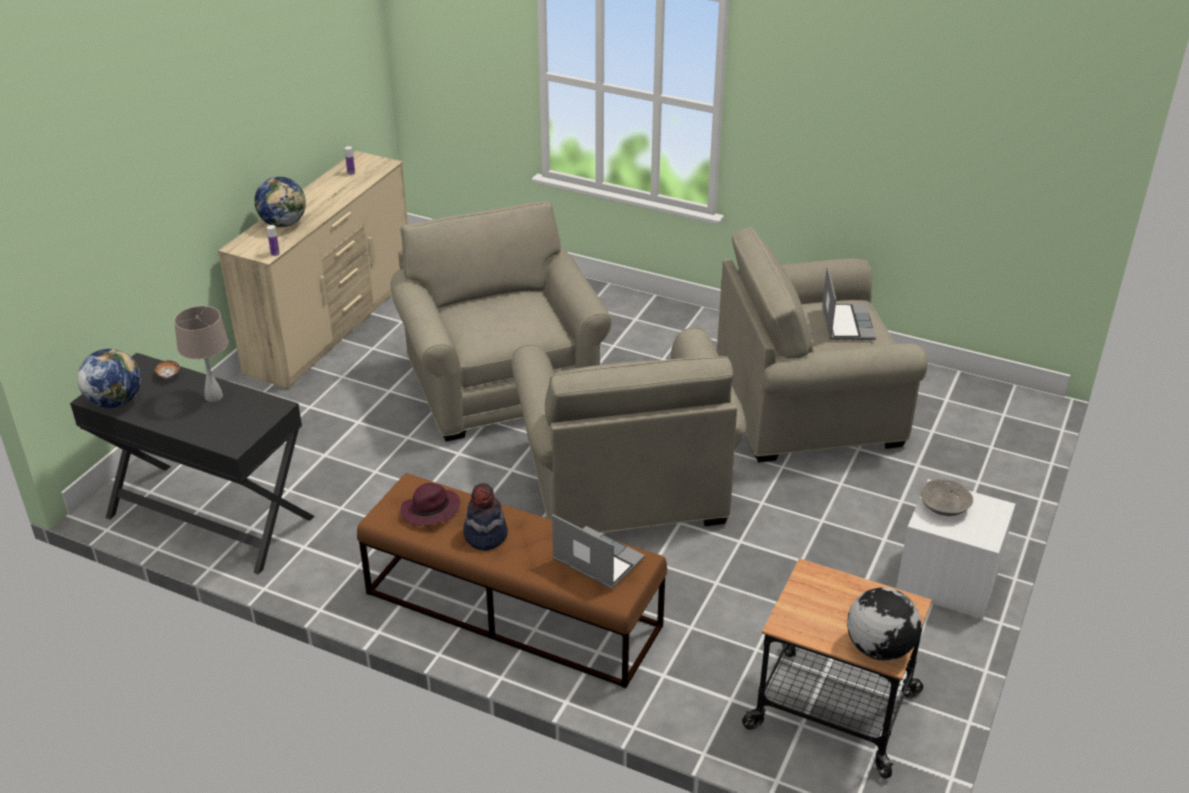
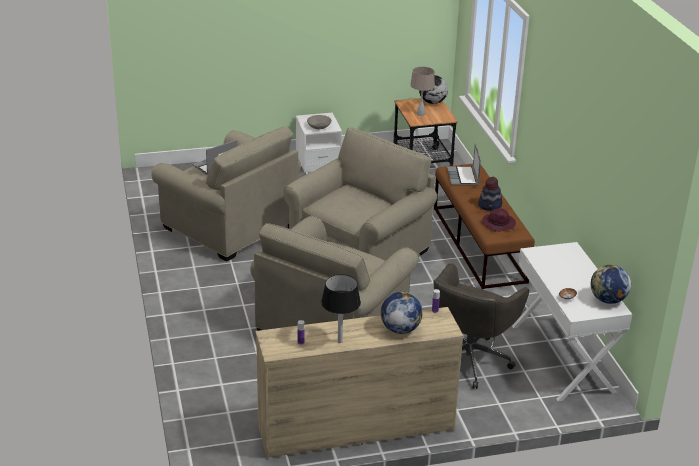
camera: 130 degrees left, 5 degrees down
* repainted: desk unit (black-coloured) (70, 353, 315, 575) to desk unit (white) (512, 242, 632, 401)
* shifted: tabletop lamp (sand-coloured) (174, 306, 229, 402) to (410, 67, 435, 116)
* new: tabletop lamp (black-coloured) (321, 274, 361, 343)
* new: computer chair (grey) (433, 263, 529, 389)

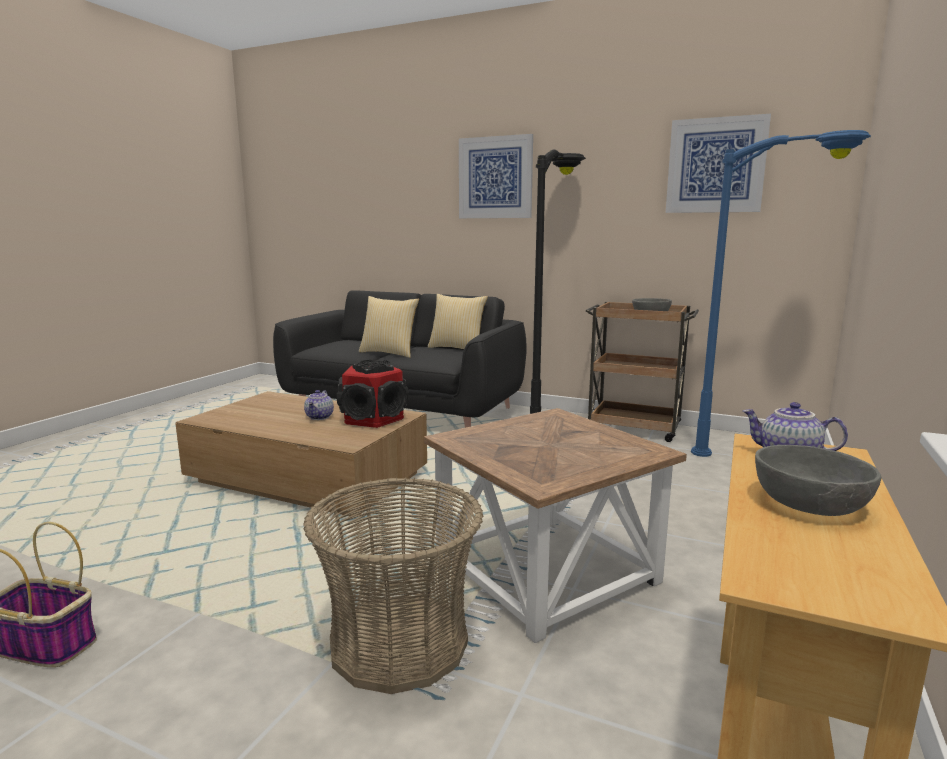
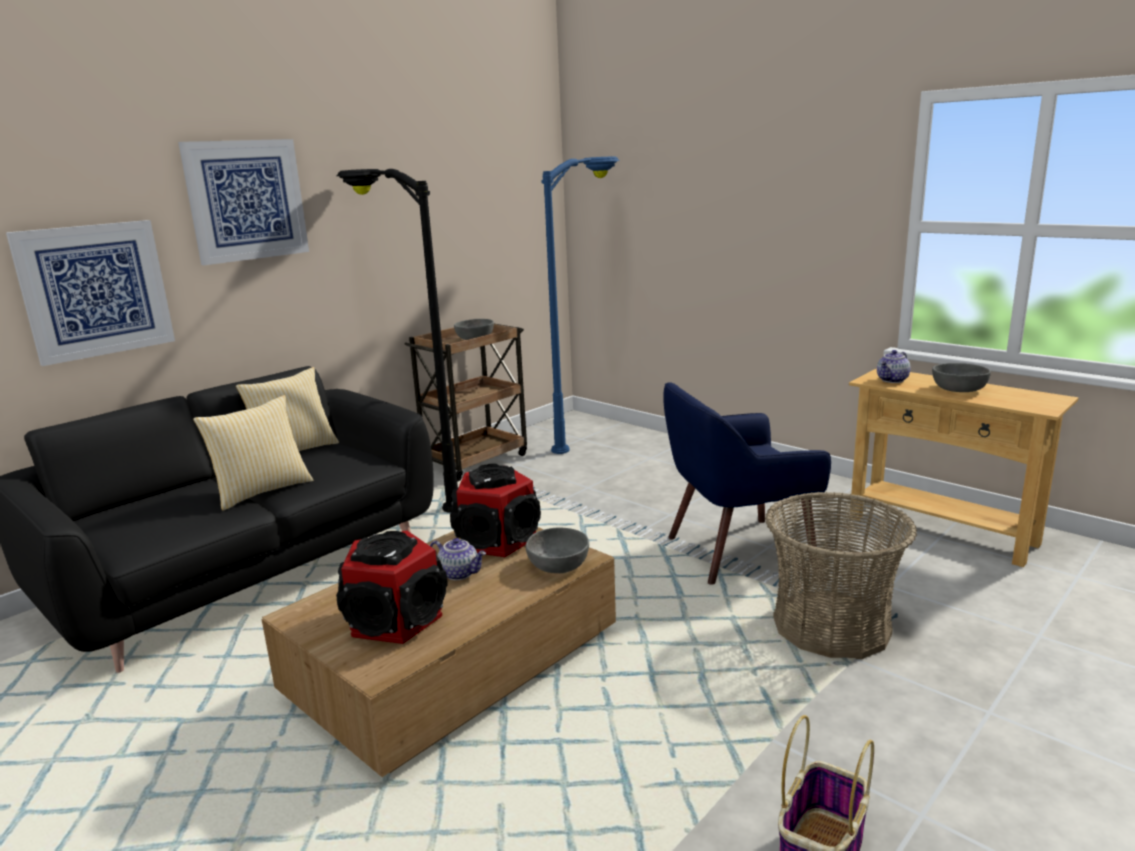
camera: 70 degrees left, 5 degrees up
* swapped: accent table (brownish) (424, 408, 687, 643) to lounge chair (blue-coloured) (663, 382, 831, 585)
* shifted: picture (666, 114, 771, 213) to (6, 220, 175, 366)
* new: speaker (336, 531, 448, 644)
* new: bowl (grey) (526, 527, 589, 573)

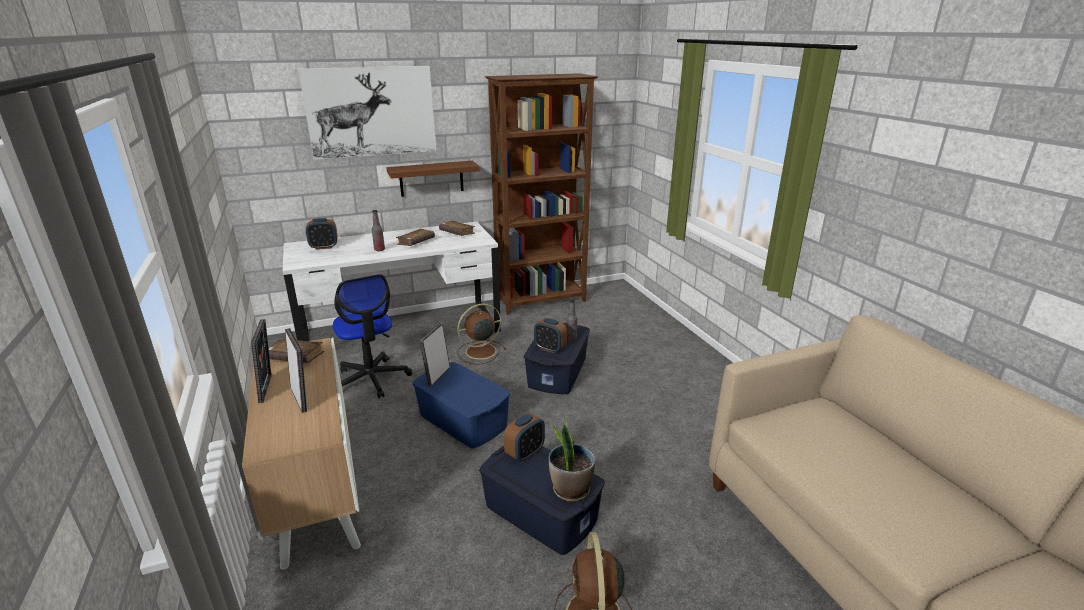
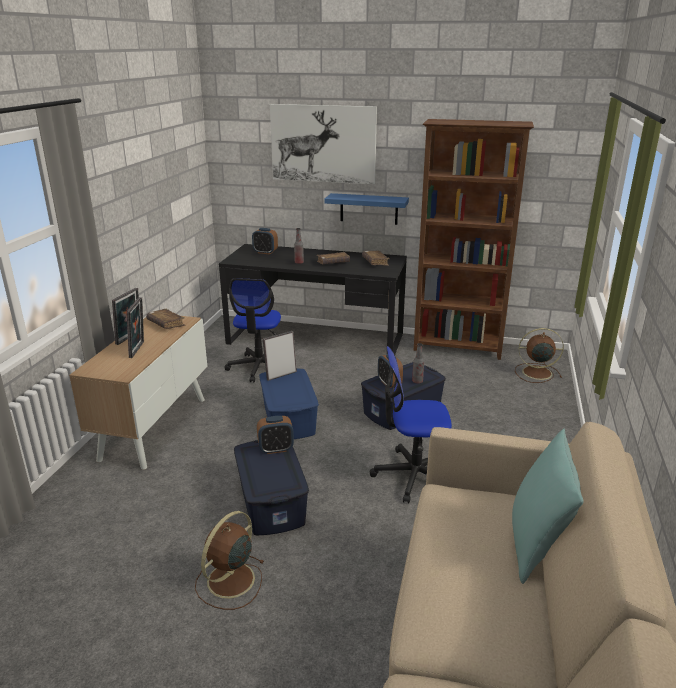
camera: 35 degrees right, 0 degrees up
* repainted: desk unit (white) (283, 222, 501, 341) to desk unit (black-coloured) (219, 244, 407, 355)
* repainted: bracket shelf (brownish) (386, 161, 480, 197) to bracket shelf (blue-coloured) (324, 193, 409, 225)
* shifted: cooling fan (brownish) (457, 304, 506, 365) to (515, 328, 564, 383)
* gone: houseplant (549, 413, 596, 502)
* new: computer chair (370, 346, 452, 503)
* new: pillow (turquoise-coloured) (512, 429, 584, 584)

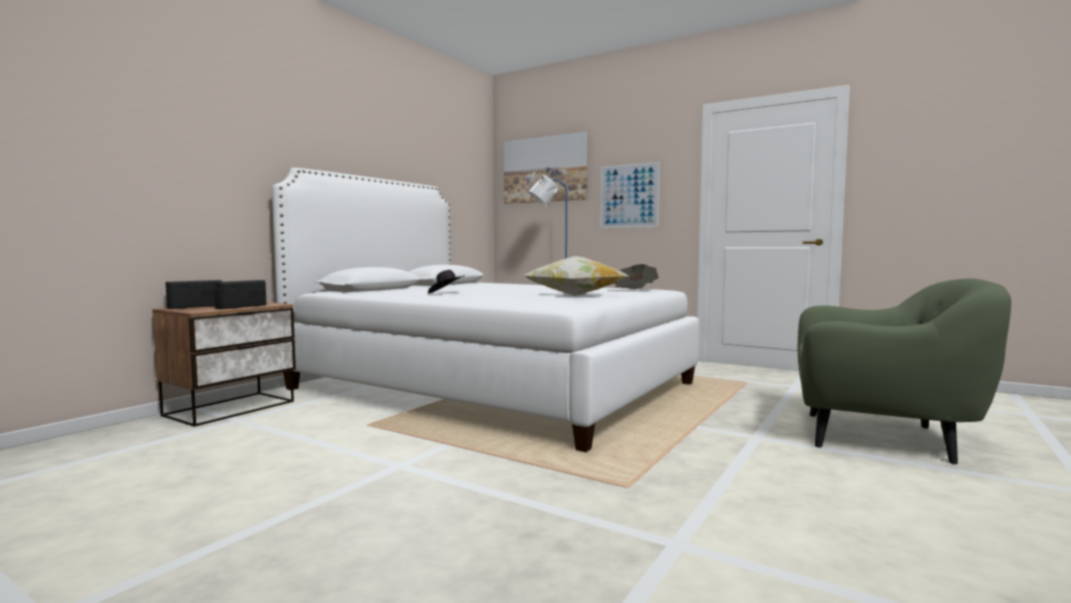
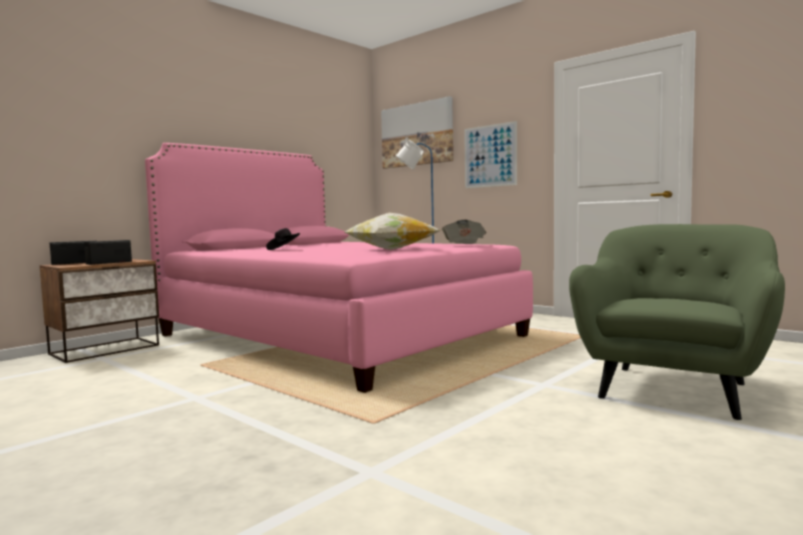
camera: 10 degrees right, 0 degrees up
* repainted: bedroom bed (white) (272, 168, 699, 452) to bedroom bed (pink-coloured) (145, 143, 533, 393)
* rotated: lounge chair (greenish) (798, 279, 1011, 464) = (569, 224, 785, 420) 90 degrees counterclockwise

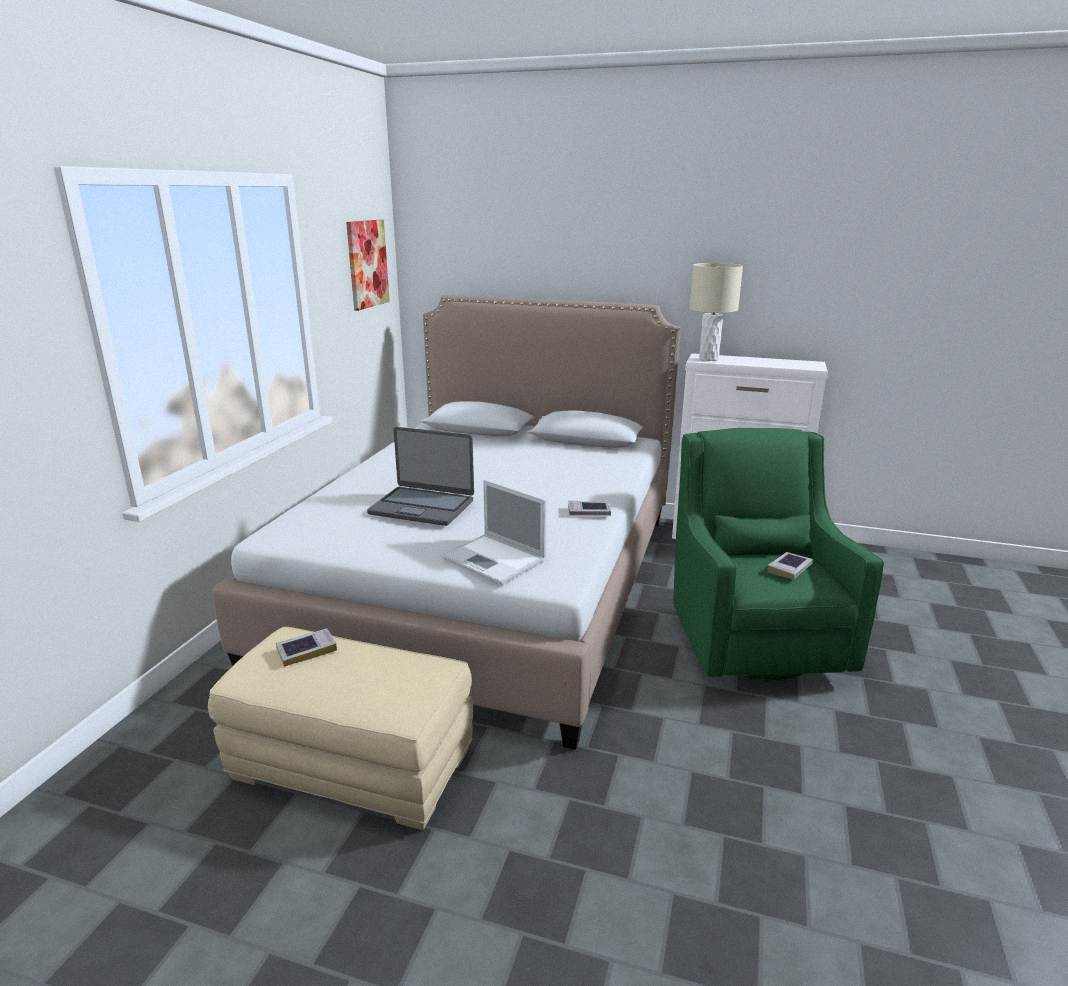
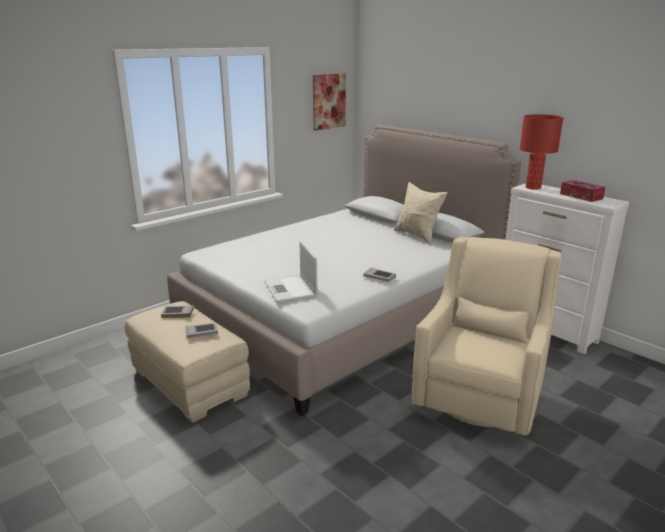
camera: 30 degrees right, 0 degrees up
* gone: notebook computer (367, 427, 474, 526)
* repainted: lounge chair (greenish) (673, 428, 884, 681) to lounge chair (sand-coloured) (411, 237, 562, 436)
* repainted: tabletop lamp (sand-coloured) (689, 263, 743, 361) to tabletop lamp (red) (520, 114, 563, 190)
* shifted: bound book (767, 552, 813, 579) to (185, 323, 218, 338)
* new: pillow (sand-coloured) (394, 182, 448, 245)
* new: tissue holder (560, 180, 605, 202)

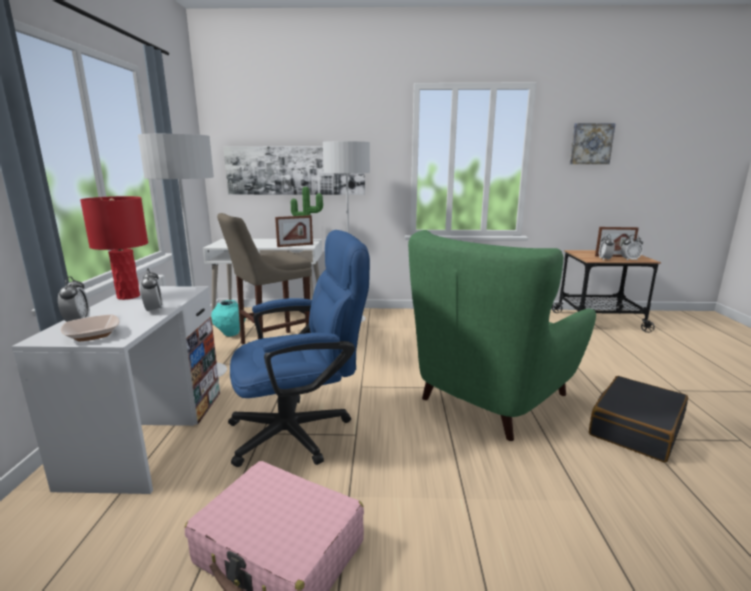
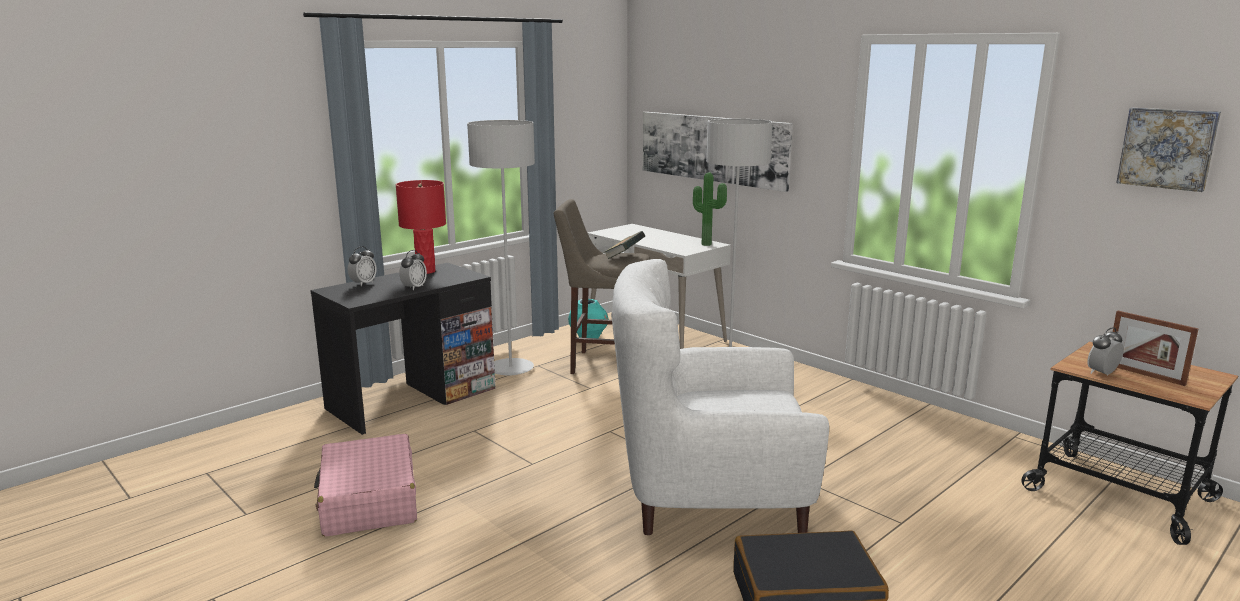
camera: 45 degrees right, 0 degrees up
* repainted: desk unit (white) (11, 286, 220, 494) to desk unit (black-coloured) (310, 263, 496, 435)
* gone: bowl (60, 314, 120, 341)
* gone: computer chair (blue-coloured) (228, 230, 370, 467)
* gone: photo frame (275, 215, 313, 247)
* repainted: lounge chair (greenish) (408, 230, 596, 441) to lounge chair (white) (611, 259, 829, 535)
* gone: table clock (621, 235, 643, 261)
* new: bound book (604, 231, 646, 259)

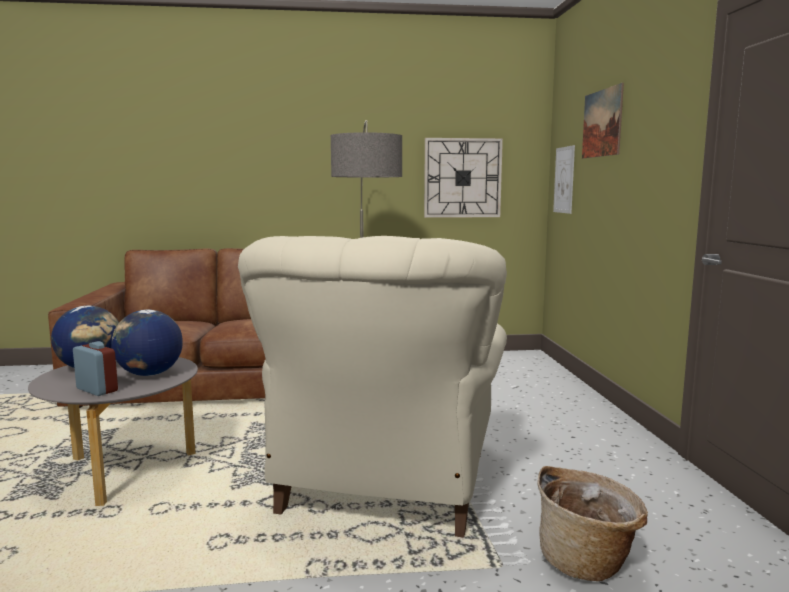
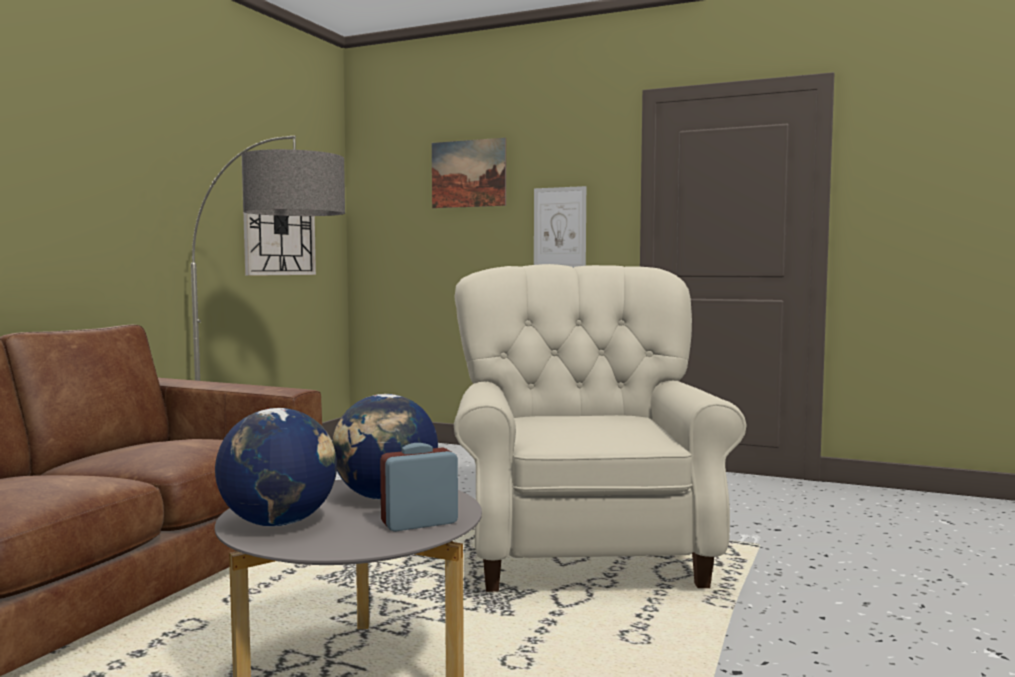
camera: 60 degrees left, 5 degrees down
* rotated: lounge chair (sand-coloured) (238, 236, 507, 538) = (454, 264, 746, 592) 135 degrees counterclockwise
* gone: basket (537, 466, 648, 581)
* shifted: picture (553, 145, 575, 214) to (534, 186, 586, 268)

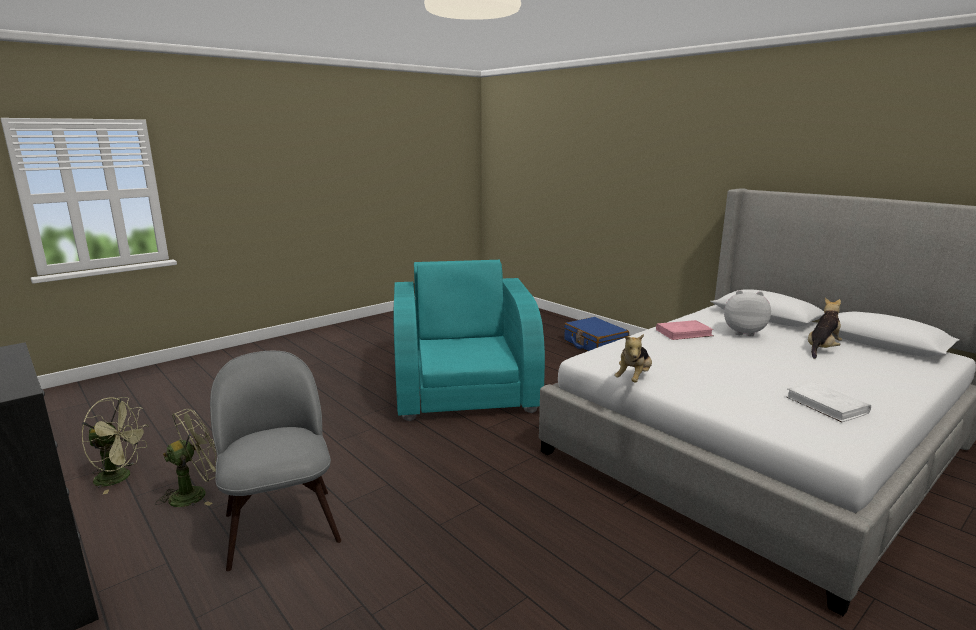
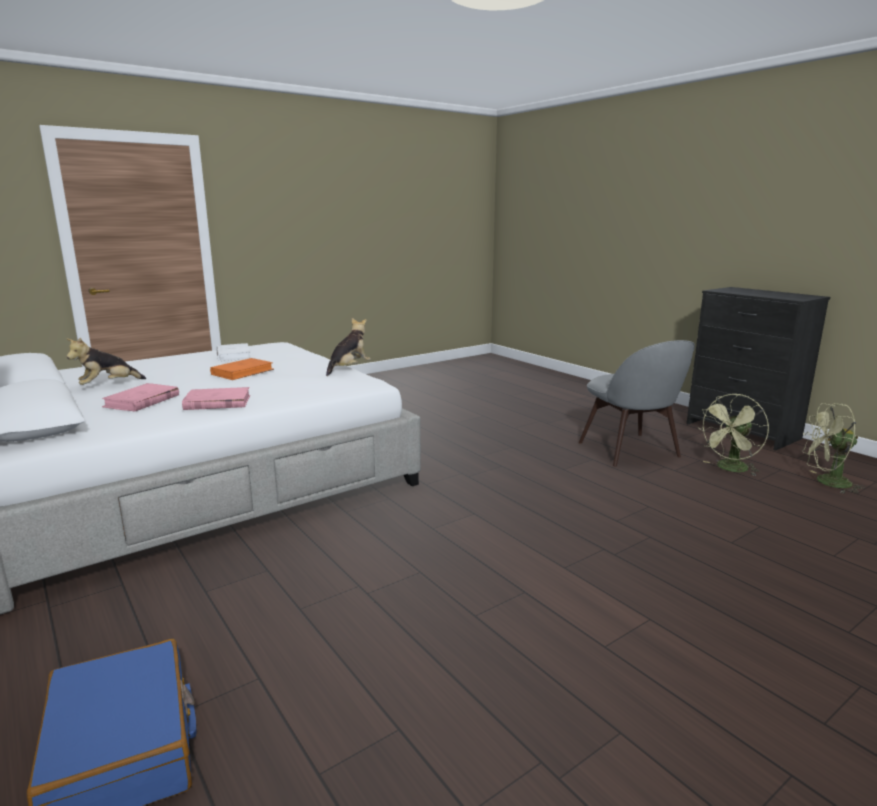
camera: 175 degrees left, 0 degrees up
* gone: lounge chair (turquoise-coloured) (393, 260, 545, 421)
* swapped: soft toy (724, 290, 771, 336) to bound book (pink-coloured) (102, 383, 179, 411)
* new: bound book (orange-coloured) (210, 358, 274, 380)

